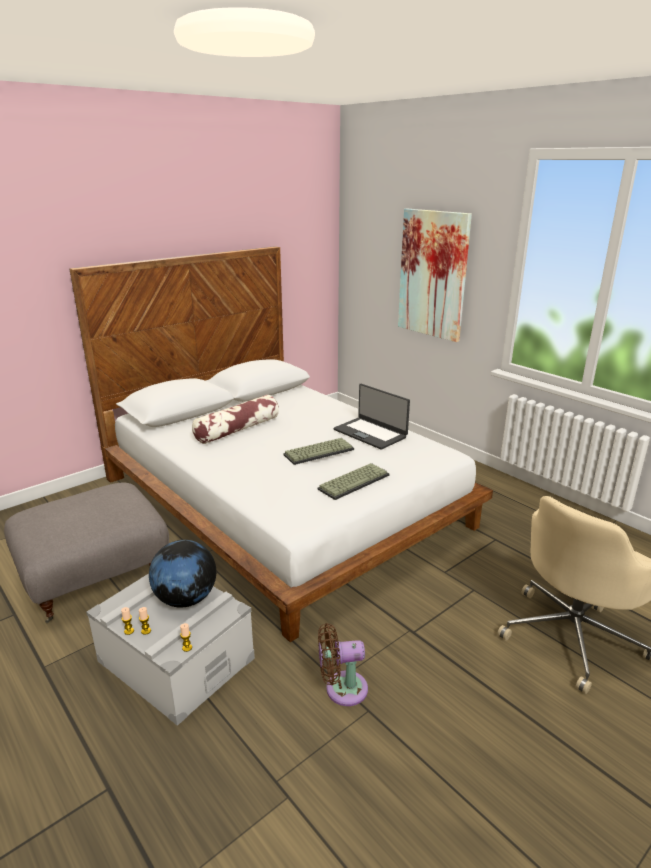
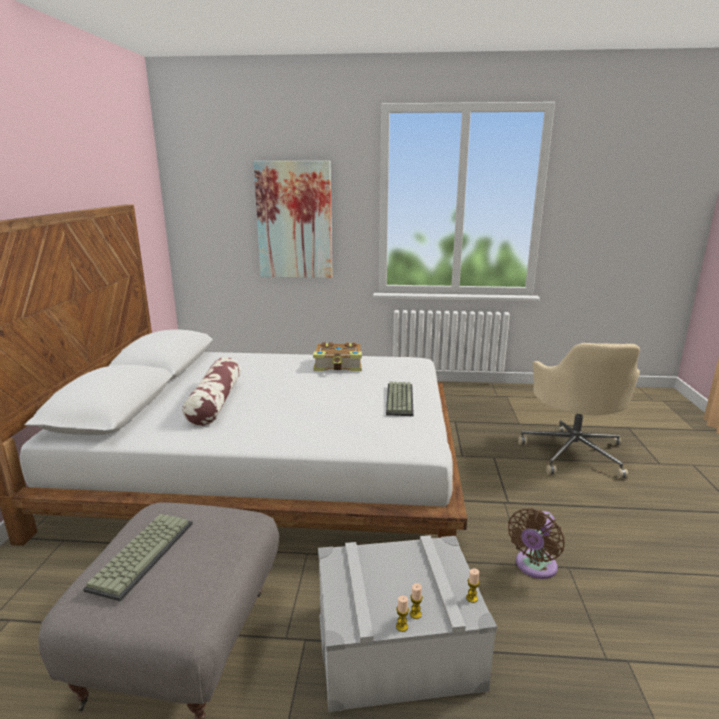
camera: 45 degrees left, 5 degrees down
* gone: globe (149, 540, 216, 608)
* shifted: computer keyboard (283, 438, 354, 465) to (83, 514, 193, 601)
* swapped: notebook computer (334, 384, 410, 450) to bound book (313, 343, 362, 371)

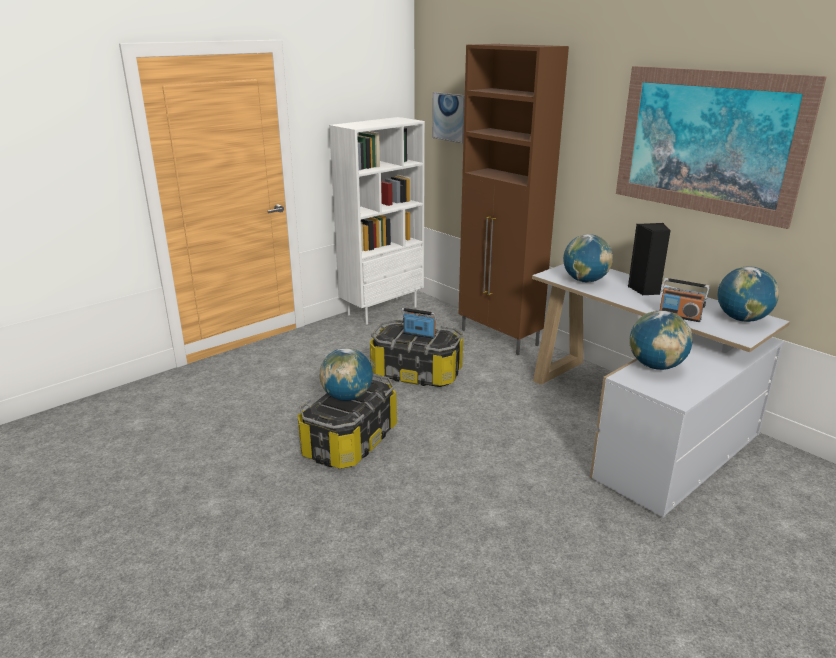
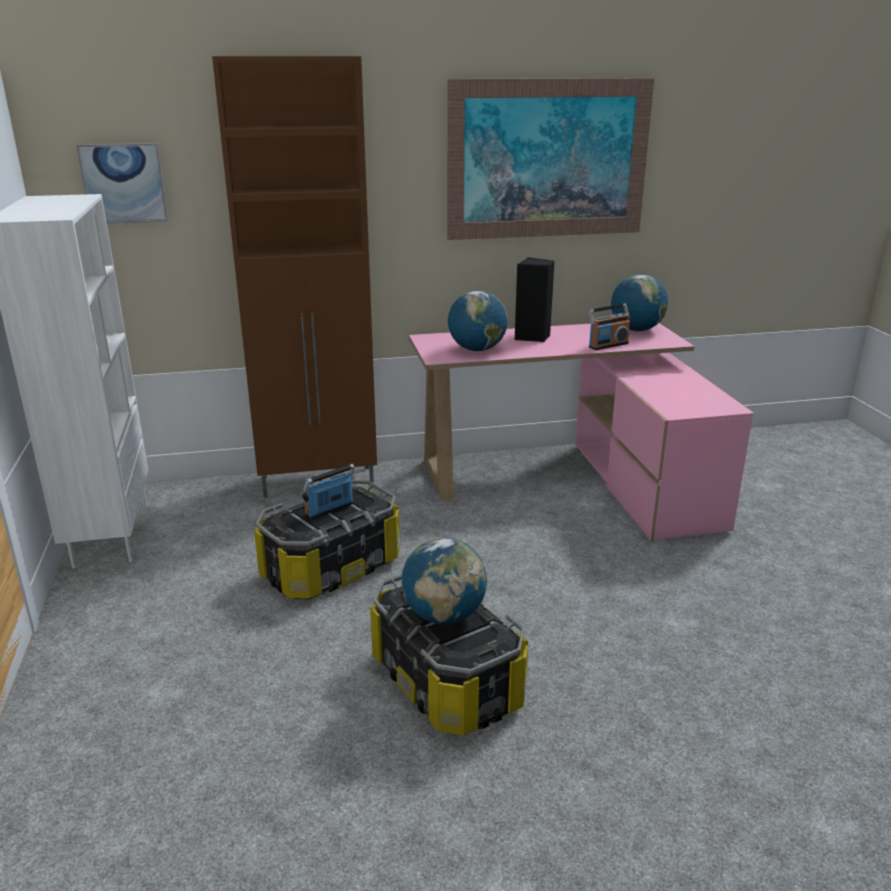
camera: 60 degrees left, 0 degrees up
* repainted: desk unit (white) (532, 264, 790, 518) to desk unit (pink-coloured) (409, 323, 754, 540)
* gone: globe (629, 310, 693, 370)

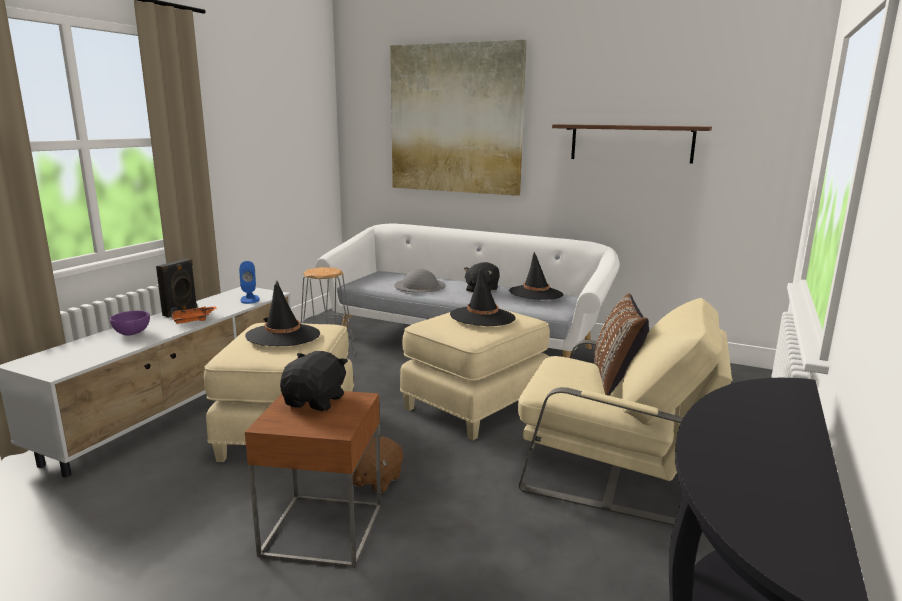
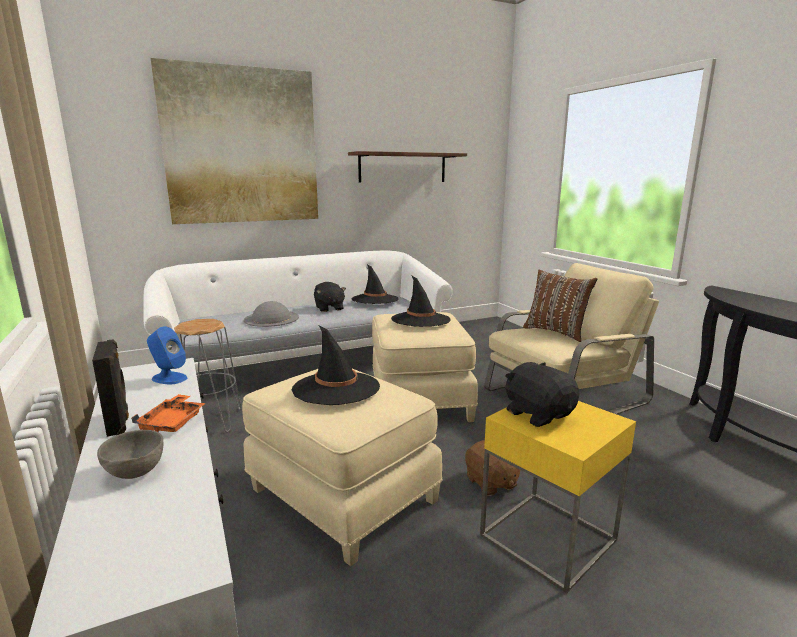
camera: 50 degrees left, 0 degrees up
* repainted: bowl (purple-coloured) (110, 310, 150, 336) to bowl (grey) (97, 430, 163, 479)
* repainted: accent table (brownish) (245, 391, 381, 568) to accent table (yellowish) (480, 401, 636, 593)

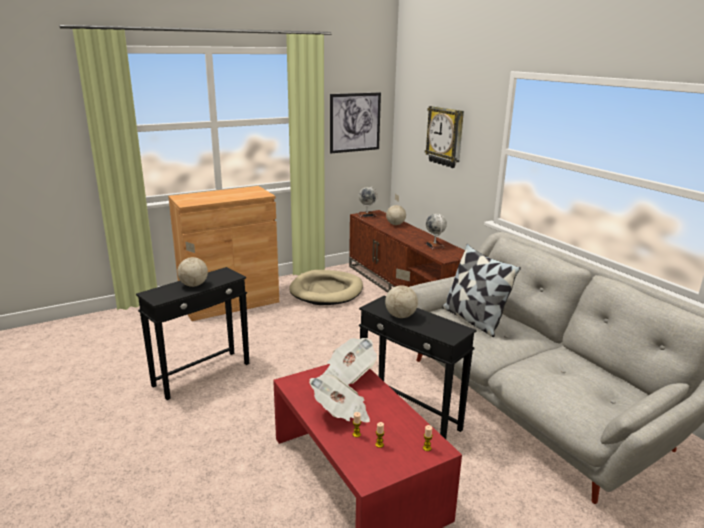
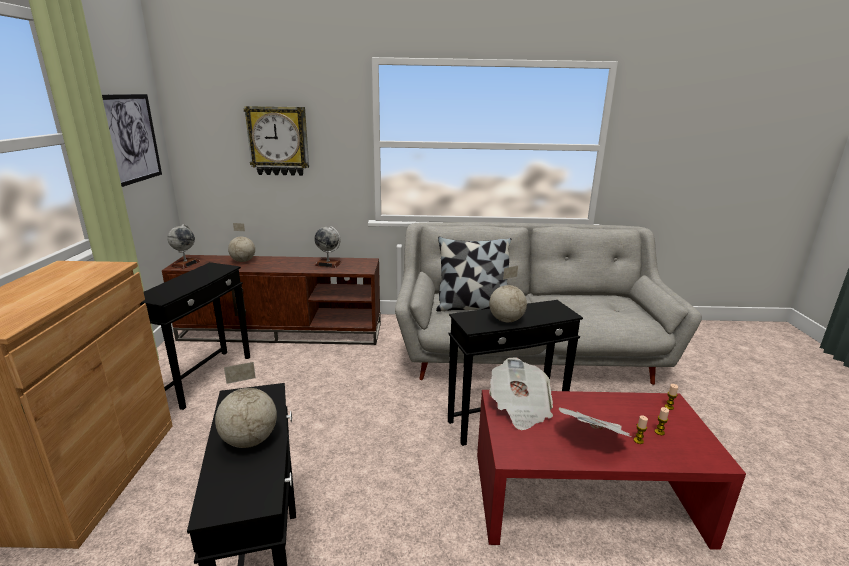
camera: 60 degrees left, 0 degrees up
* swapped: dog bed (sand-coloured) (289, 270, 363, 305) to accent table (black-coloured) (140, 262, 250, 410)

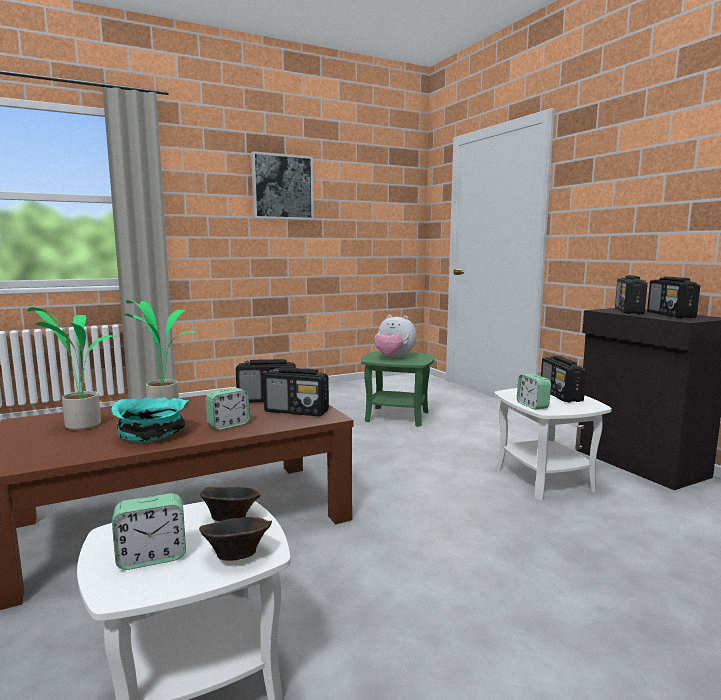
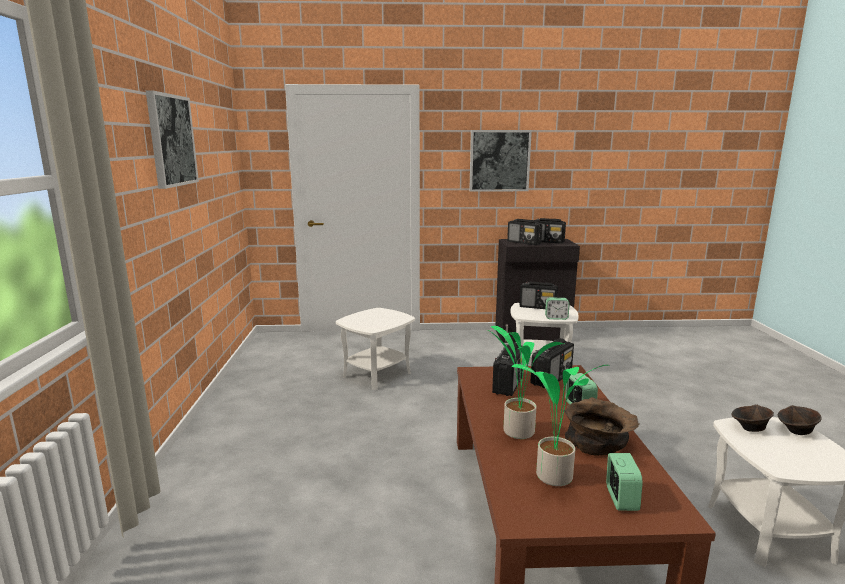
camera: 65 degrees left, 5 degrees up
* repainted: bowl (turquoise-coloured) (111, 397, 189, 443) to bowl (brownish) (564, 397, 640, 456)
* shifted: table clock (112, 493, 186, 570) to (606, 453, 643, 511)
* repainted: accent table (greenish) (361, 351, 434, 427) to accent table (white) (336, 308, 415, 390)
* gone: soft toy (374, 315, 416, 358)
* new: picture (469, 130, 532, 192)

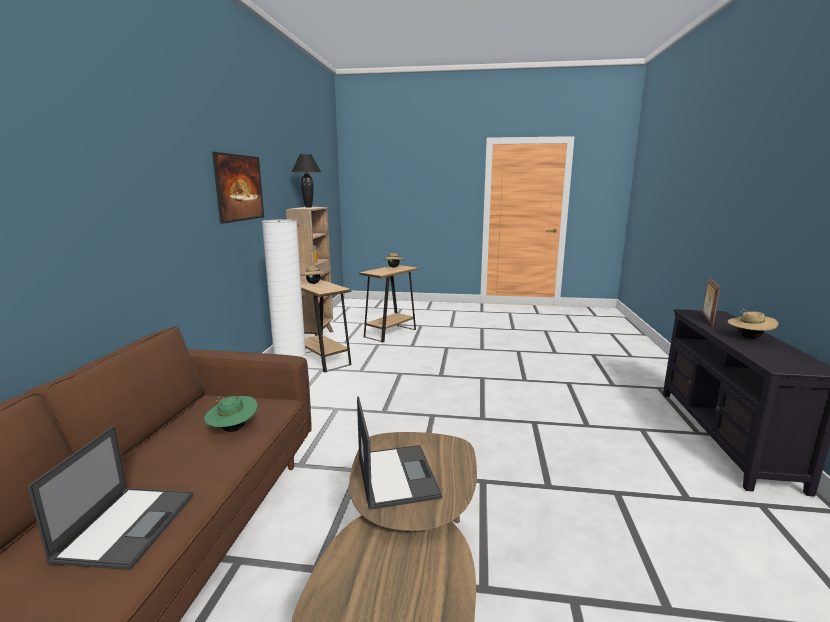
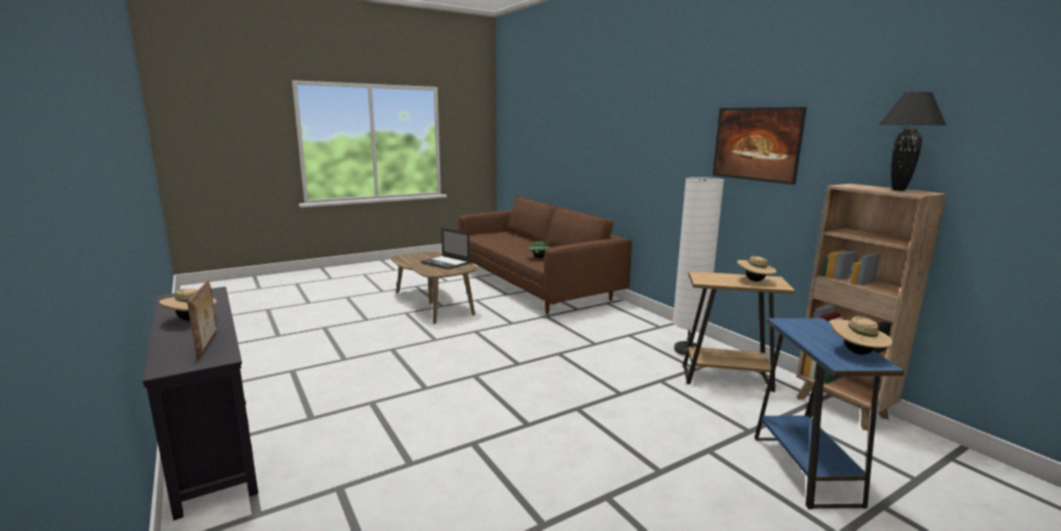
camera: 140 degrees right, 0 degrees up
* gone: notebook computer (27, 426, 193, 570)
* repainted: accent table (brownish) (359, 265, 418, 343) to accent table (blue-coloured) (755, 318, 904, 509)

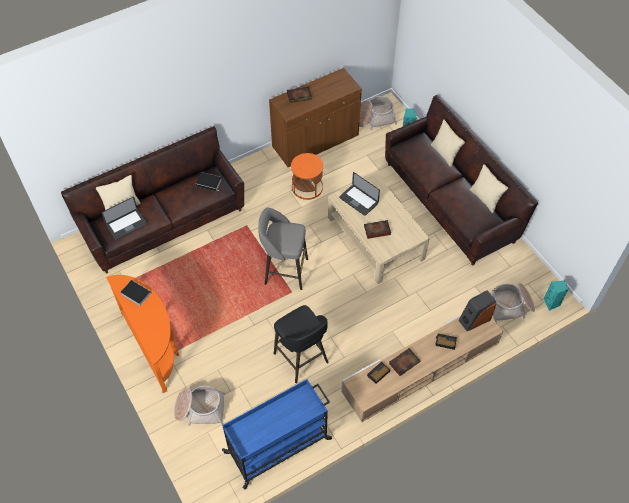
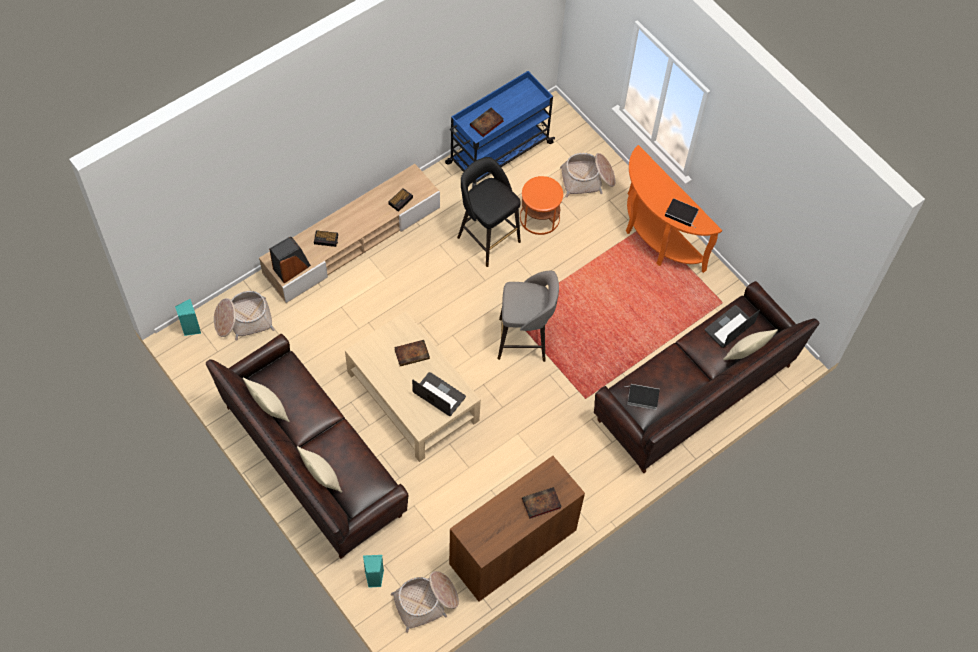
camera: 170 degrees right, 5 degrees up
* shifted: accent table (orange-coloured) (291, 153, 324, 200) to (520, 176, 563, 235)
* shifted: bound book (389, 348, 420, 376) to (470, 108, 504, 137)

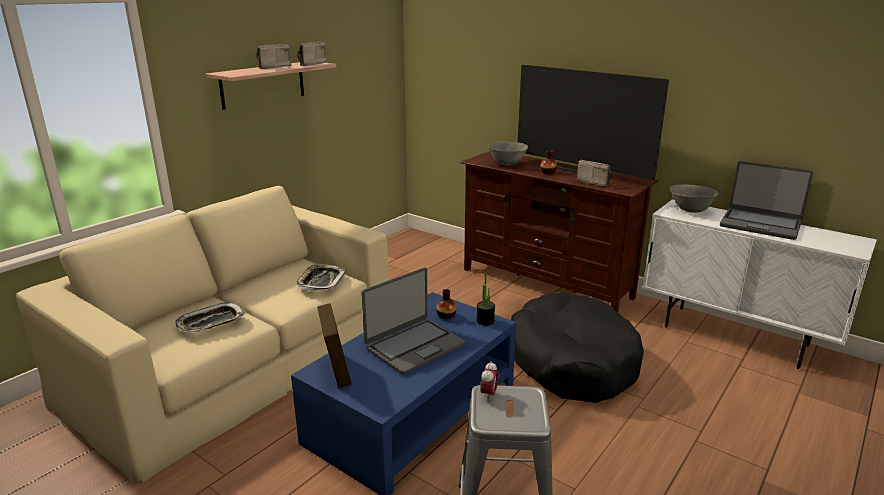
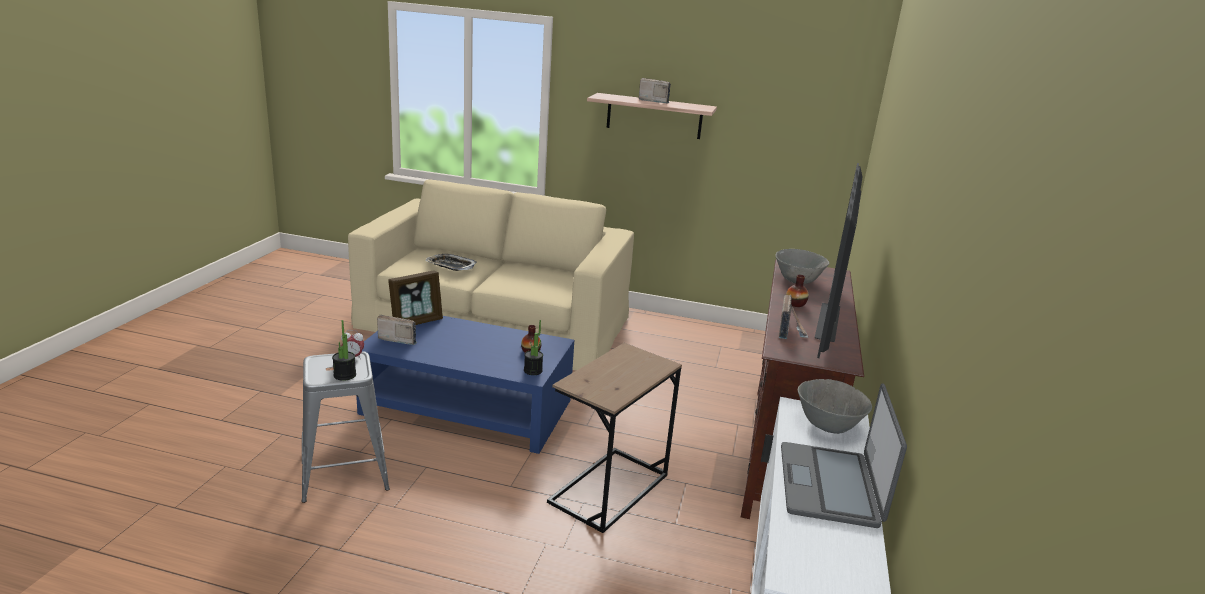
camera: 65 degrees right, 0 degrees up
* gone: carrying tray (296, 264, 346, 291)
* shifted: radio set (297, 42, 326, 66) to (377, 315, 417, 345)
* gone: notebook computer (361, 267, 465, 375)
* swapped: dog bed (black-coloured) (511, 292, 644, 403) to accent table (brownish) (547, 343, 682, 533)
* new: houseplant (332, 320, 356, 381)

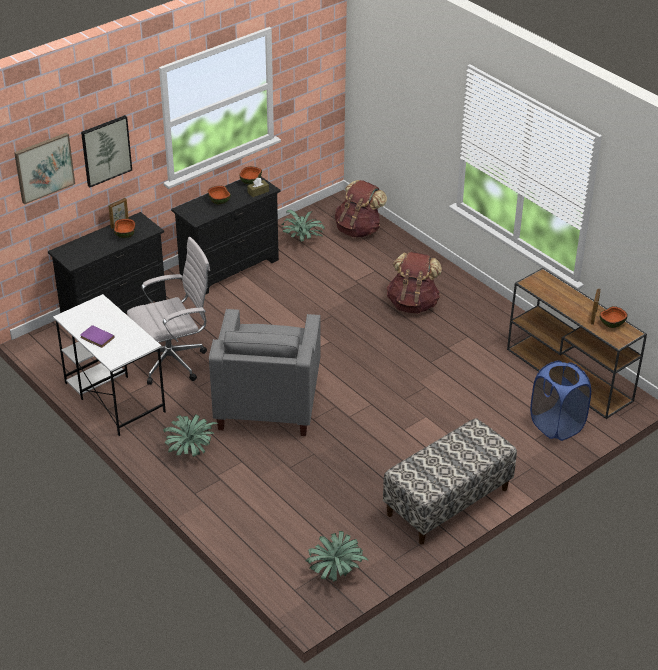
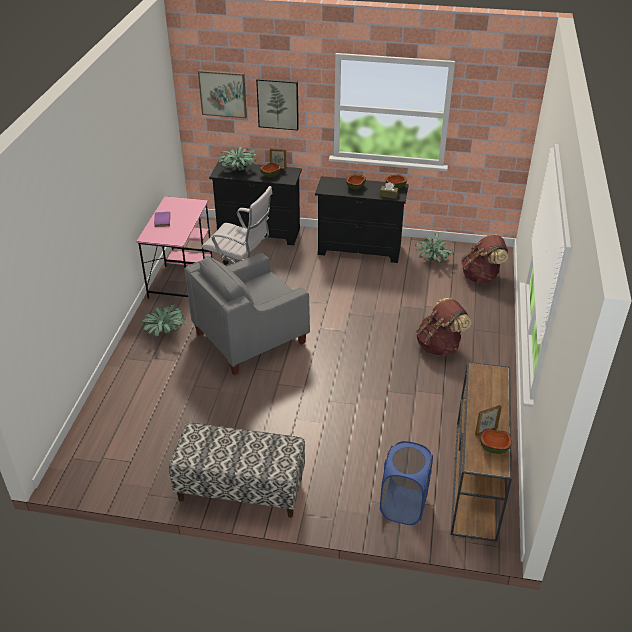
camera: 50 degrees right, 0 degrees up
* repainted: desk unit (white) (53, 294, 166, 436) to desk unit (pink-coloured) (136, 196, 212, 299)
* shifted: houseplant (306, 531, 369, 582) to (218, 147, 257, 171)

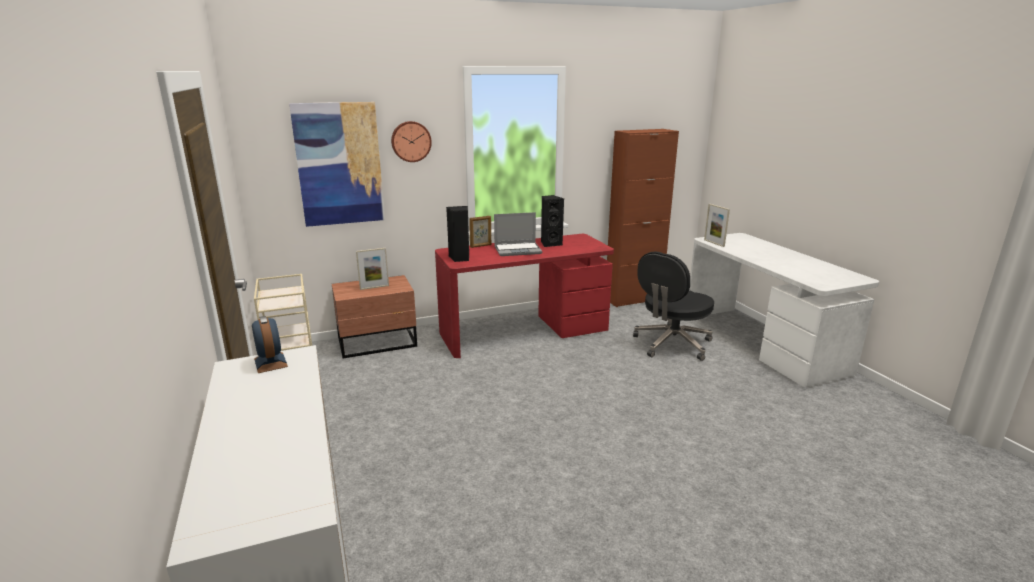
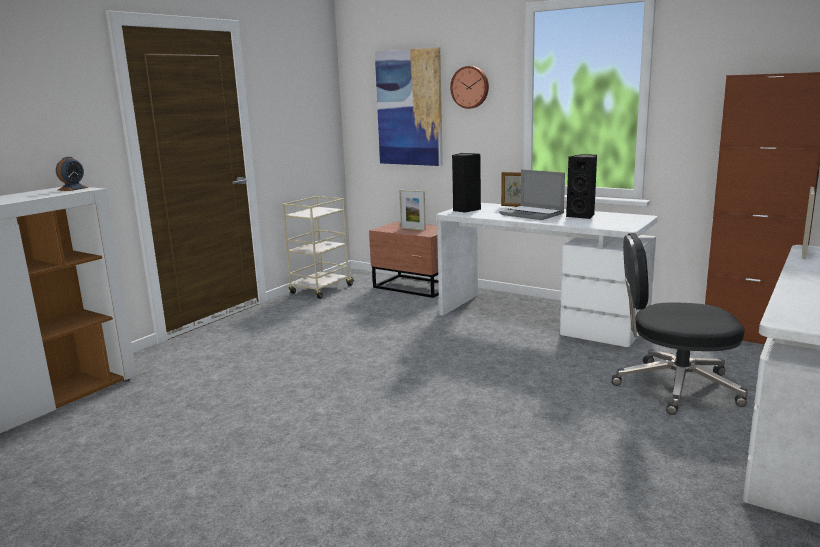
camera: 55 degrees right, 5 degrees down
* repainted: desk unit (red) (435, 234, 614, 358) to desk unit (white) (437, 203, 658, 347)

